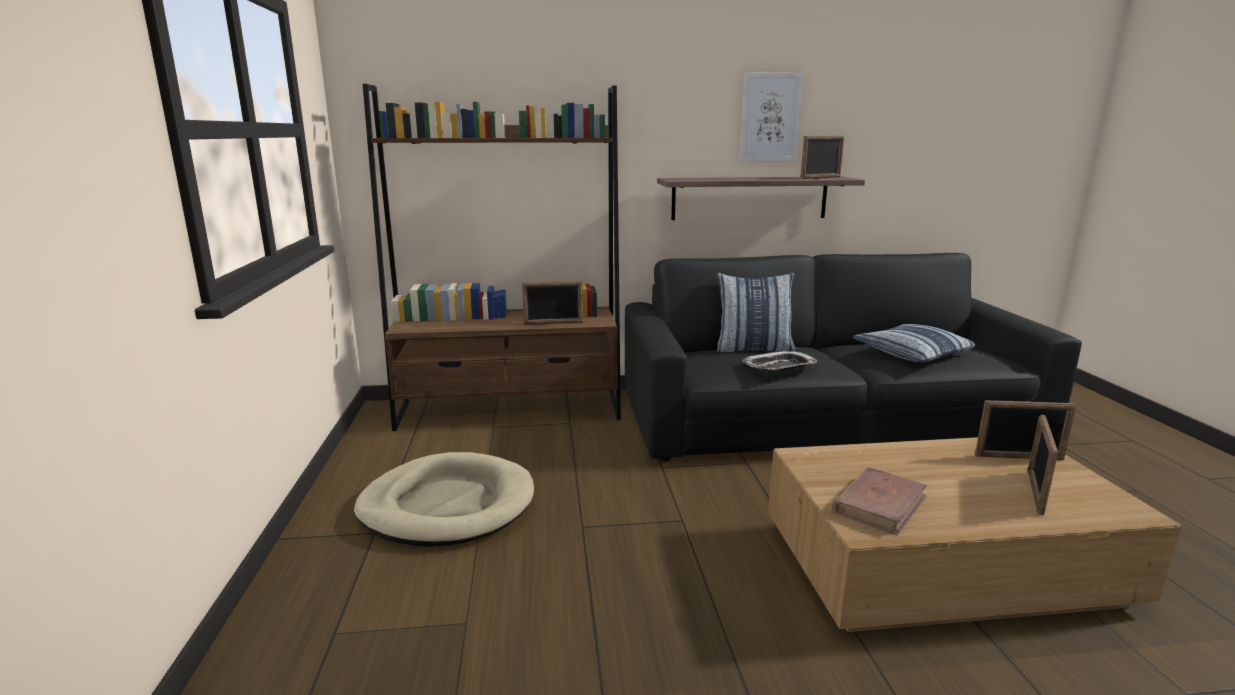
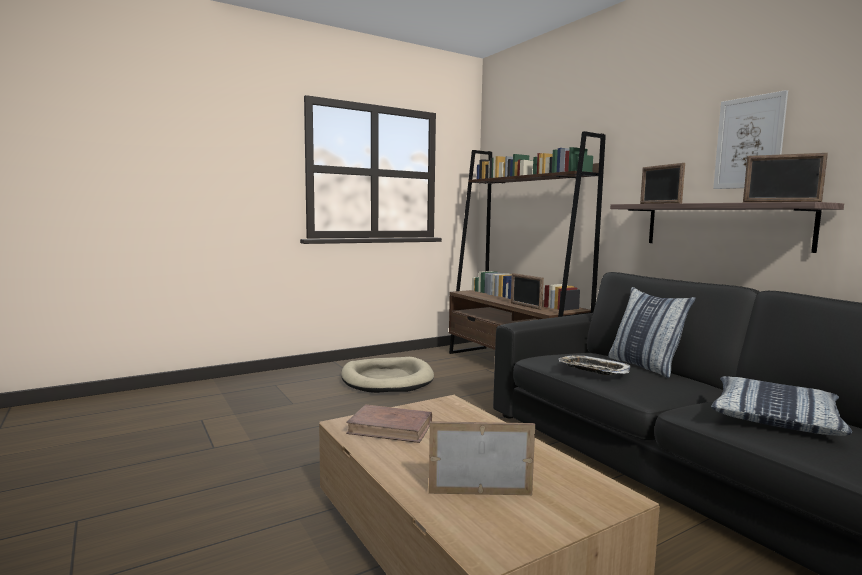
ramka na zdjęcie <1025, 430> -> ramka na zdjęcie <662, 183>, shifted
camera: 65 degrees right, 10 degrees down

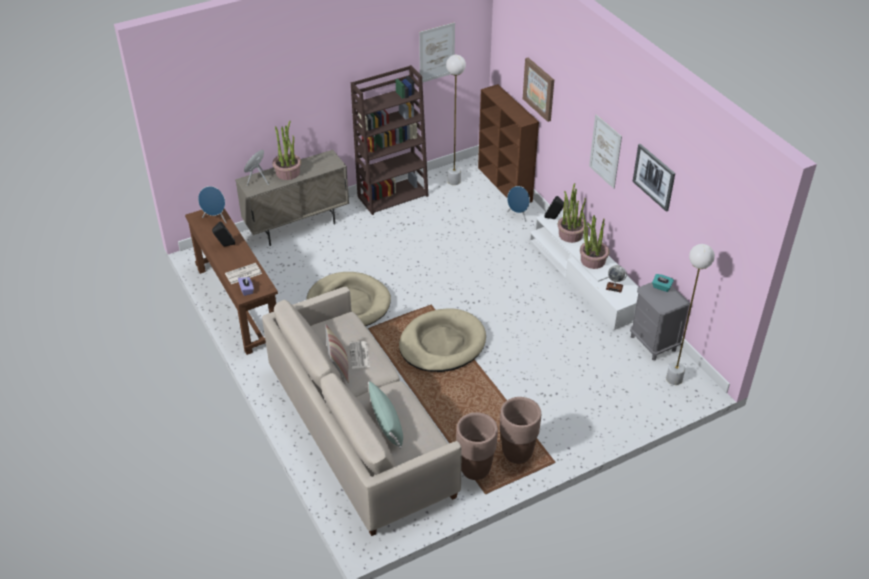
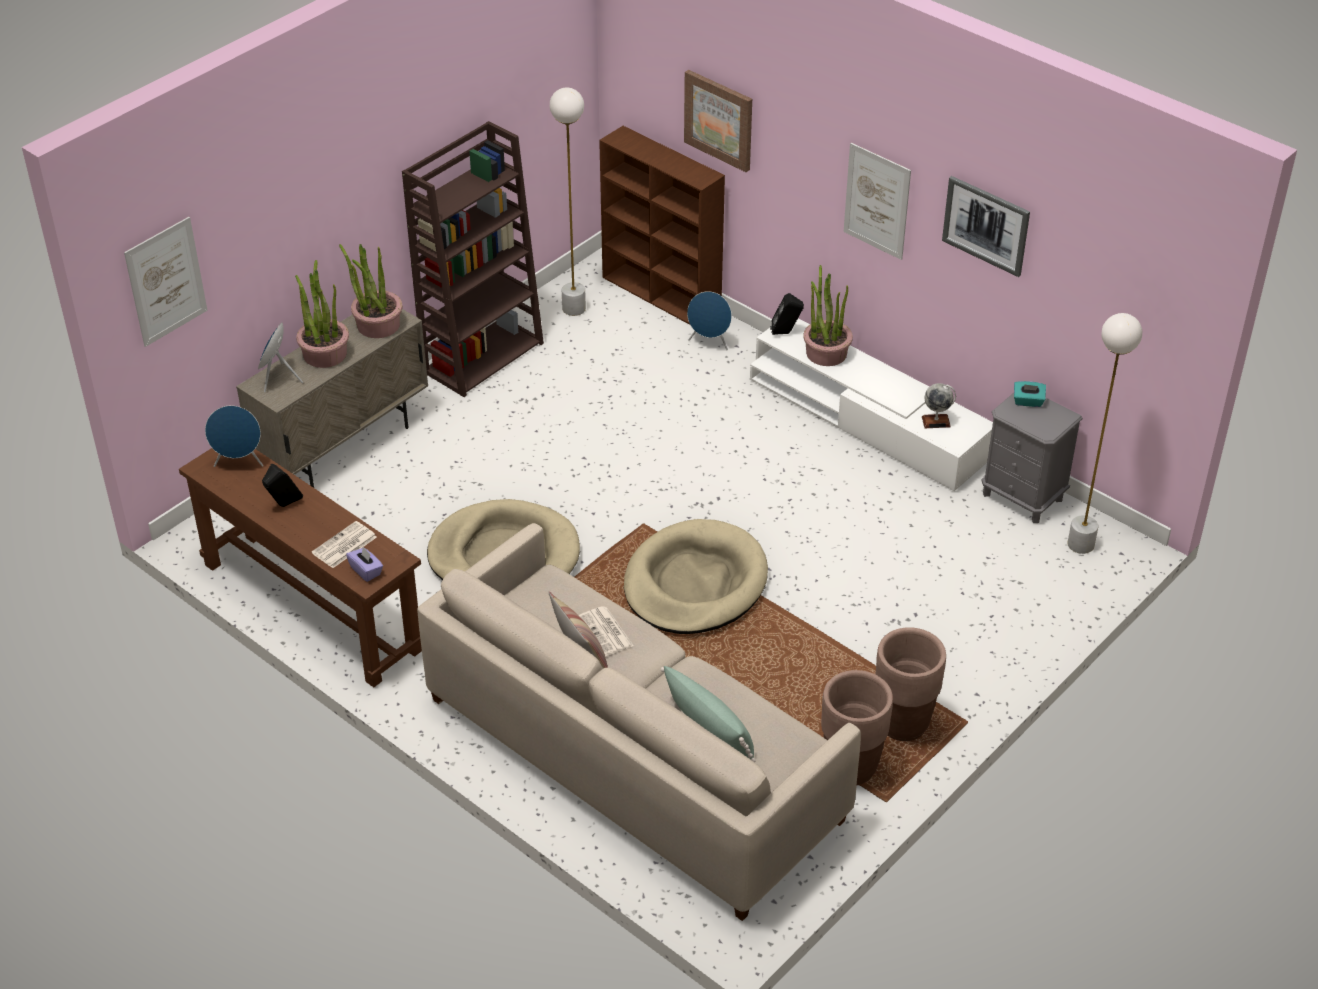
obraz <437, 52> -> obraz <165, 282>, shifted
roślina doniczkowa <595, 240> -> roślina doniczkowa <371, 291>, shifted
camera: 20 degrees left, 0 degrees up

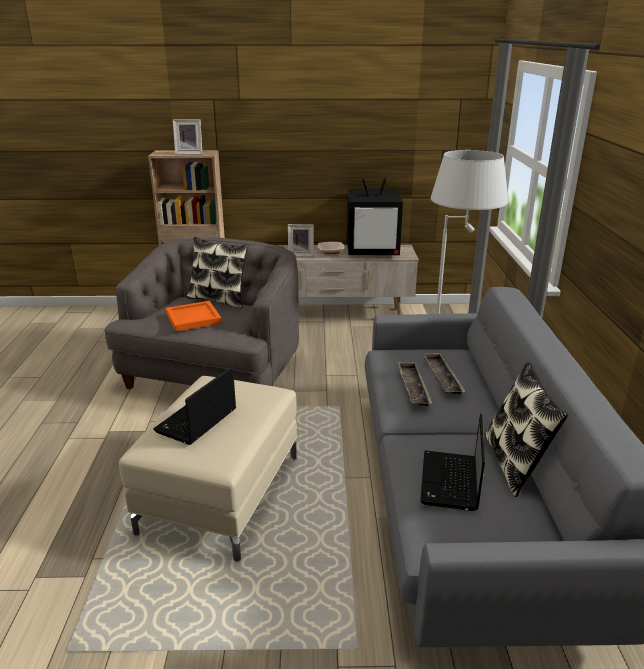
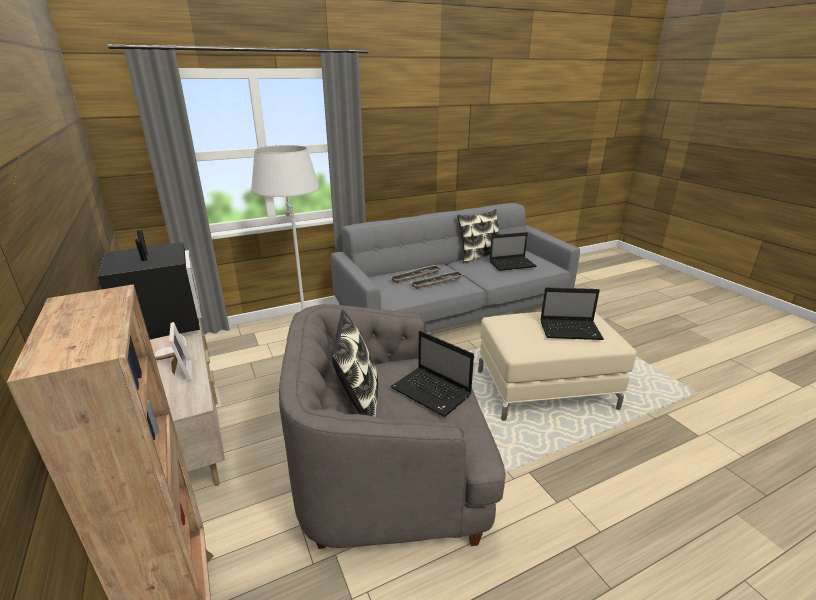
taca (pomarańczowy) <194, 316> -> laptop <432, 374>
ramka na zdjęcie <188, 137> -> none
camera: 115 degrees left, 0 degrees up

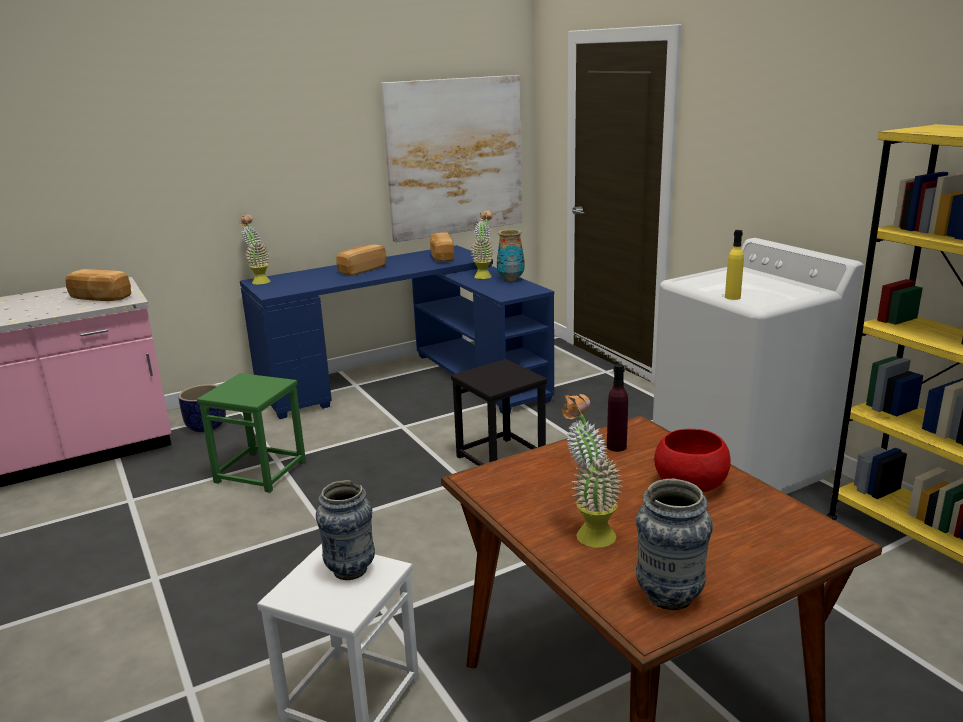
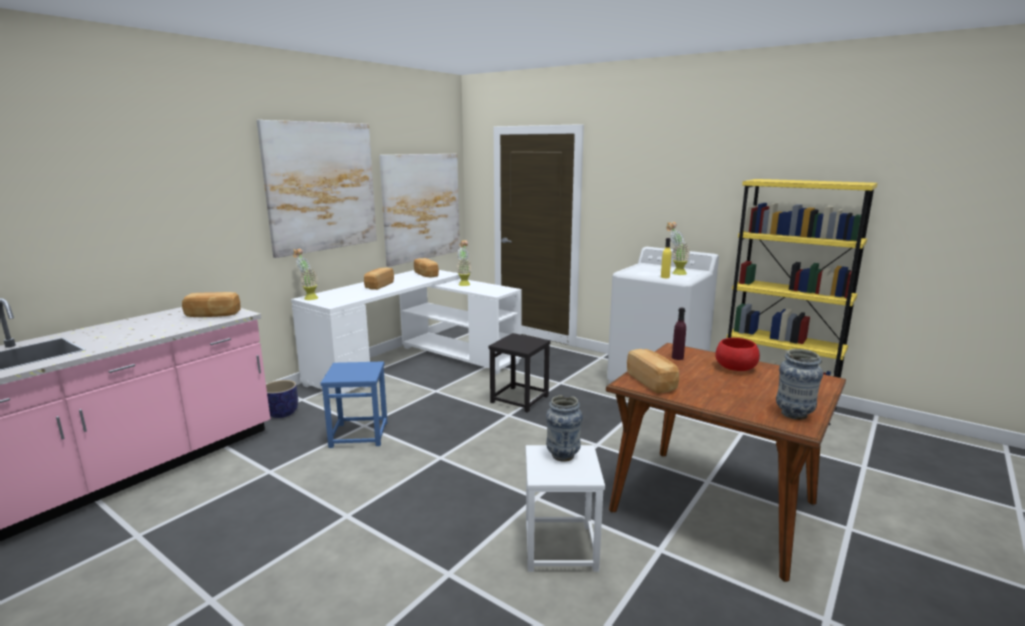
stołek (zielony) <251, 433> -> stołek (niebieski) <354, 404>
biurko (niebieski) <397, 332> -> biurko (biały) <406, 334>
wazon <510, 255> -> none
roślina doniczkowa <592, 471> -> roślina doniczkowa <678, 248>, shifted
none -> obraz <317, 189>
none -> chleb <653, 371>
camera: 25 degrees left, 5 degrees down

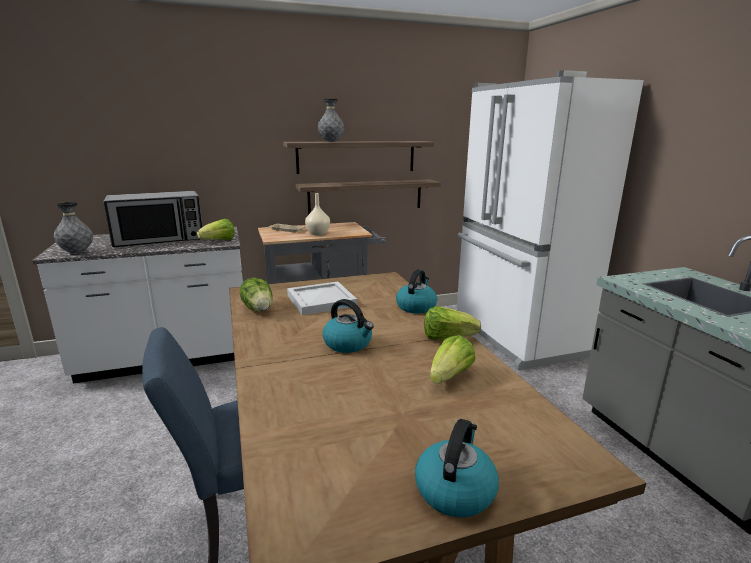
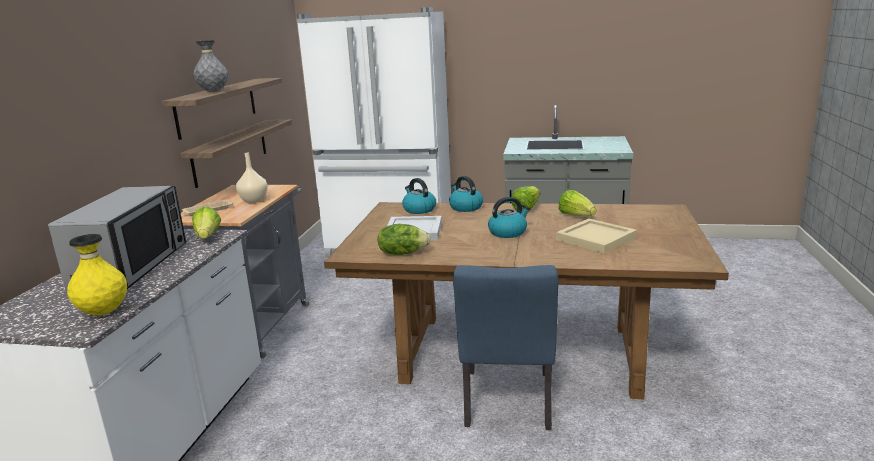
wazon (szary) <73, 227> -> wazon (żółty) <97, 274>
czajnik <457, 468> -> czajnik <419, 196>, shifted
none -> taca (beżowy) <596, 236>
camera: 60 degrees left, 0 degrees up

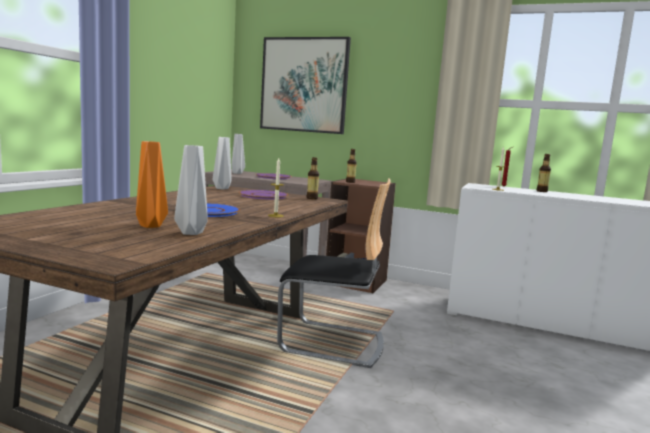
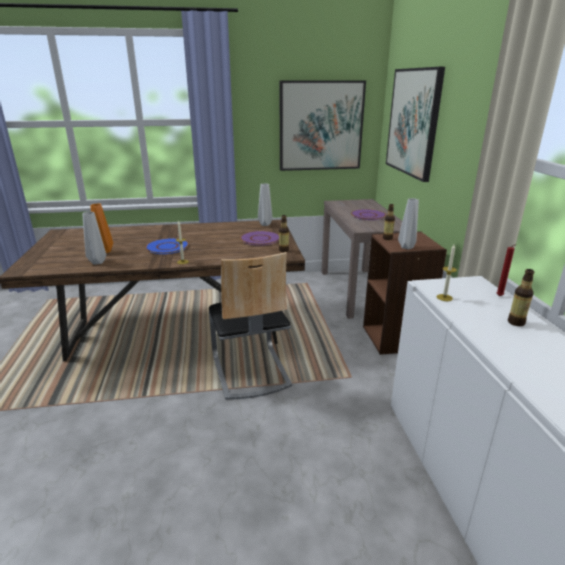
wazon (szary) <238, 154> -> wazon (szary) <408, 223>, shifted
none -> obraz <323, 125>
camera: 60 degrees right, 15 degrees up

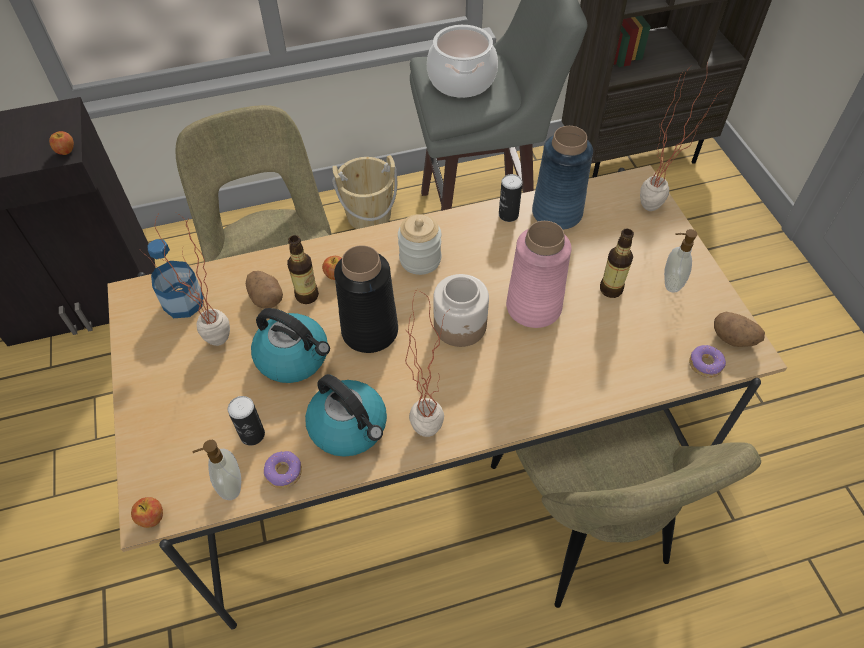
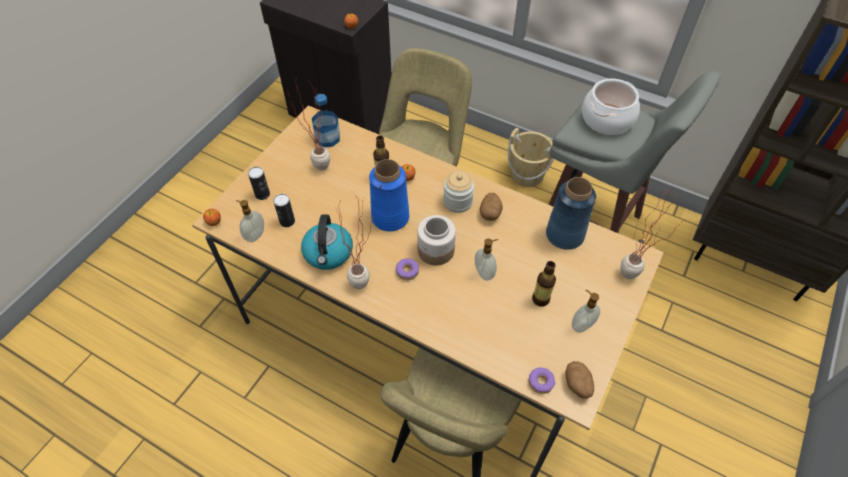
ziemniak <264, 290> -> ziemniak <491, 207>, shifted
czajnik <290, 345> -> none
donut <283, 469> -> donut <407, 269>, shifted
wazon (czarny) <366, 299> -> wazon (niebieski) <389, 195>
puszka <511, 198> -> puszka <259, 183>, shifted
wazon (różowy) <539, 274> -> dozownik mydła <486, 259>
camera: 45 degrees right, 0 degrees up

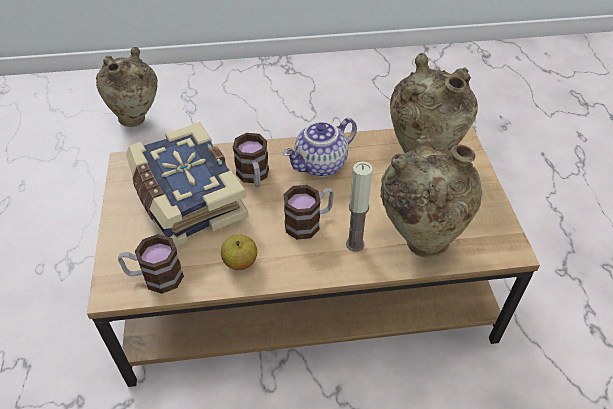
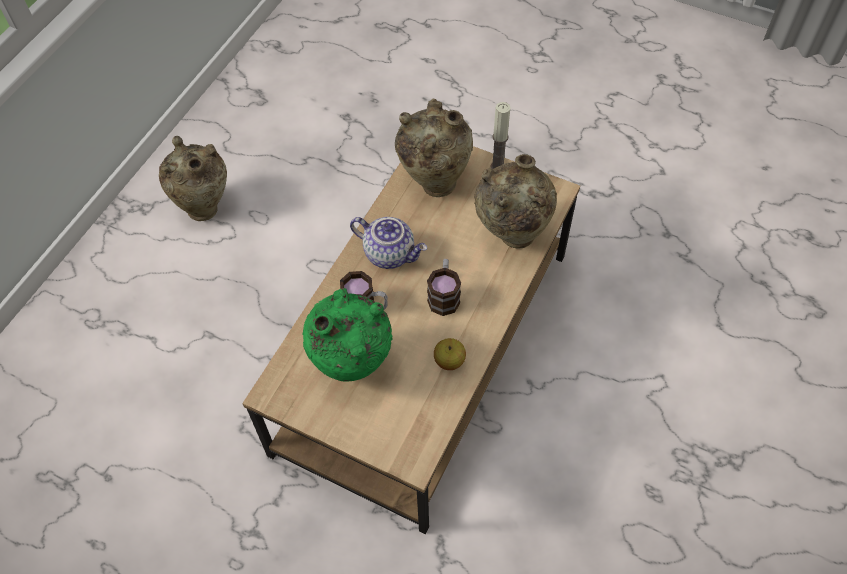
wazon (beżowy) <127, 87> -> wazon (beżowy) <193, 178>, shifted
kubek <151, 264> -> none
książka <187, 184> -> wazon (zielony) <347, 334>
imbryk <320, 147> -> imbryk <388, 243>, 60 degrees counterclockwise
świeca <359, 206> -> świeca <500, 135>, shifted
camera: 55 degrees left, 10 degrees up

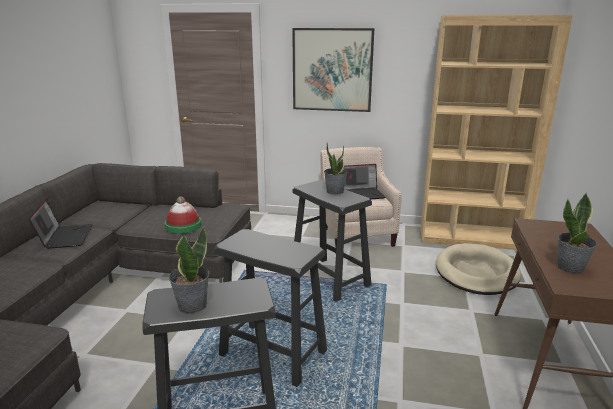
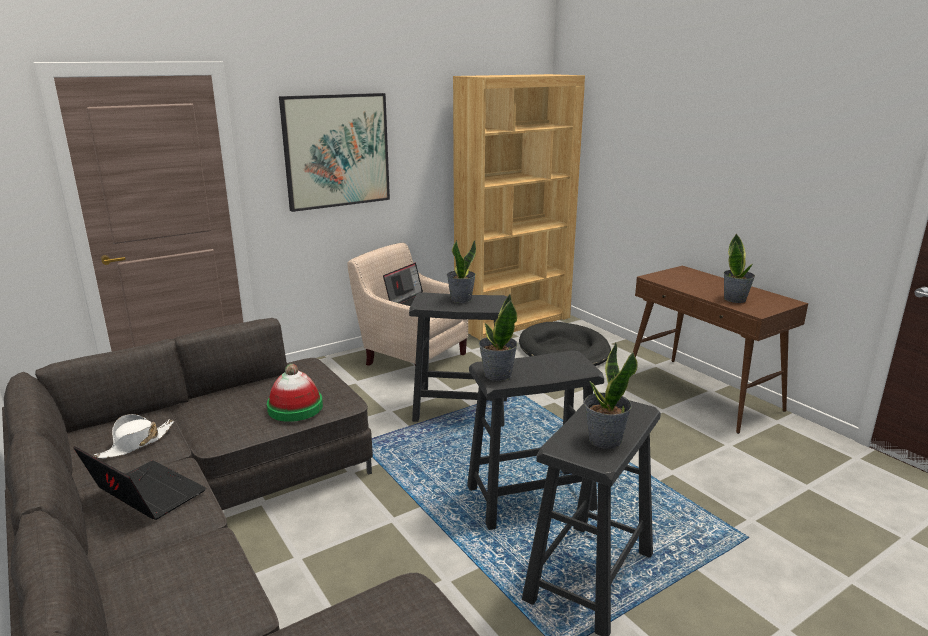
legowisko (beżowy) <478, 269> -> legowisko (czarny) <565, 344>
none -> kapelusz (biały) <133, 436>
none -> roślina doniczkowa <498, 337>
camera: 45 degrees left, 0 degrees up

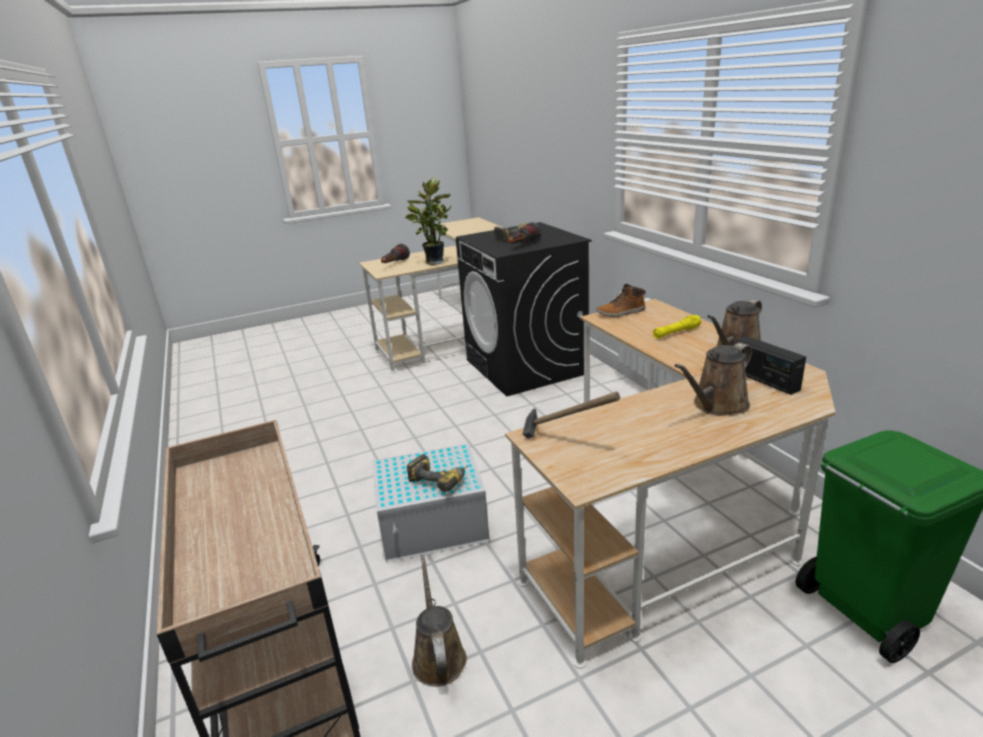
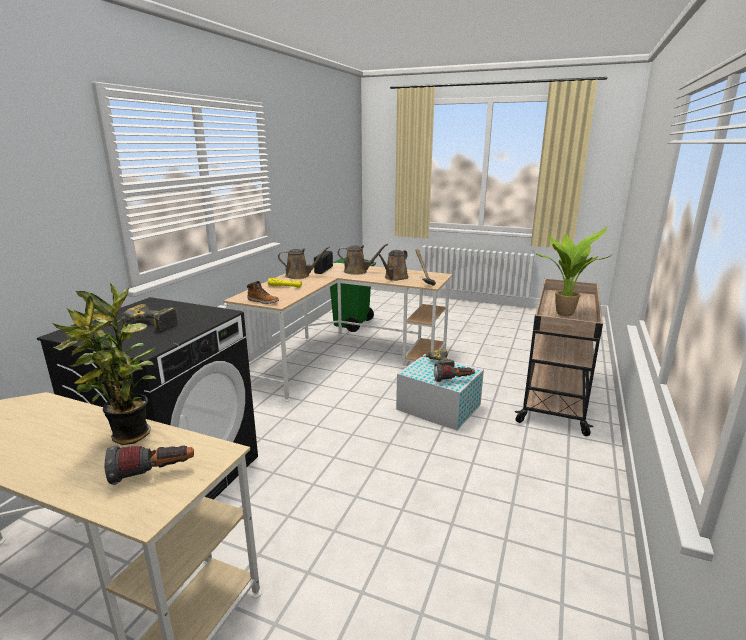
konewka (brązowy) <439, 620> -> konewka (brązowy) <393, 265>, shifted
latarka <524, 233> -> latarka <454, 373>, shifted
none -> roślina doniczkowa <573, 271>
camera: 135 degrees left, 5 degrees down

